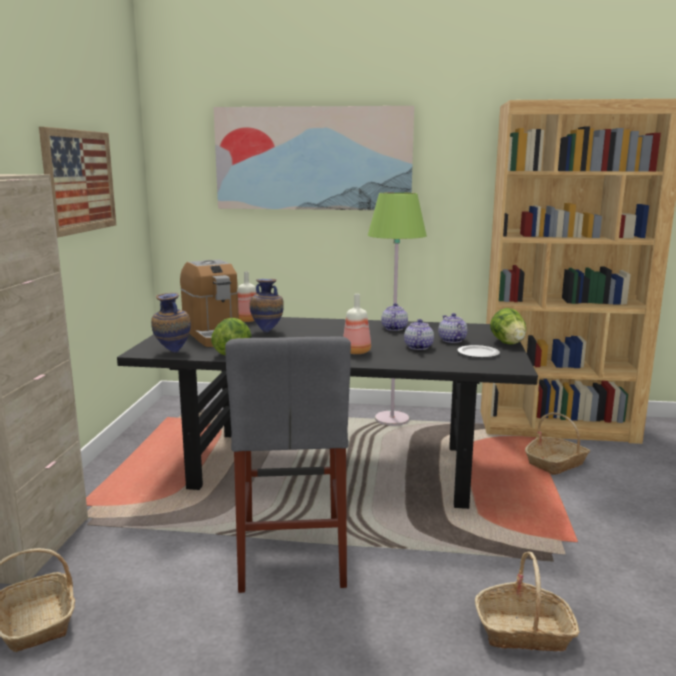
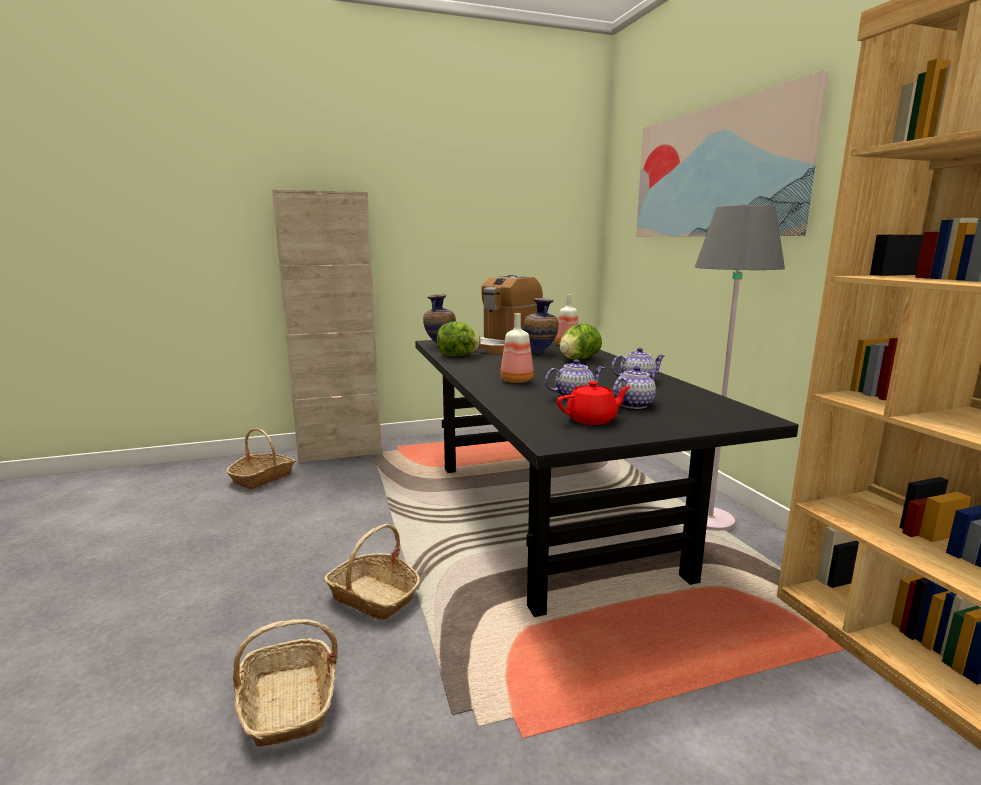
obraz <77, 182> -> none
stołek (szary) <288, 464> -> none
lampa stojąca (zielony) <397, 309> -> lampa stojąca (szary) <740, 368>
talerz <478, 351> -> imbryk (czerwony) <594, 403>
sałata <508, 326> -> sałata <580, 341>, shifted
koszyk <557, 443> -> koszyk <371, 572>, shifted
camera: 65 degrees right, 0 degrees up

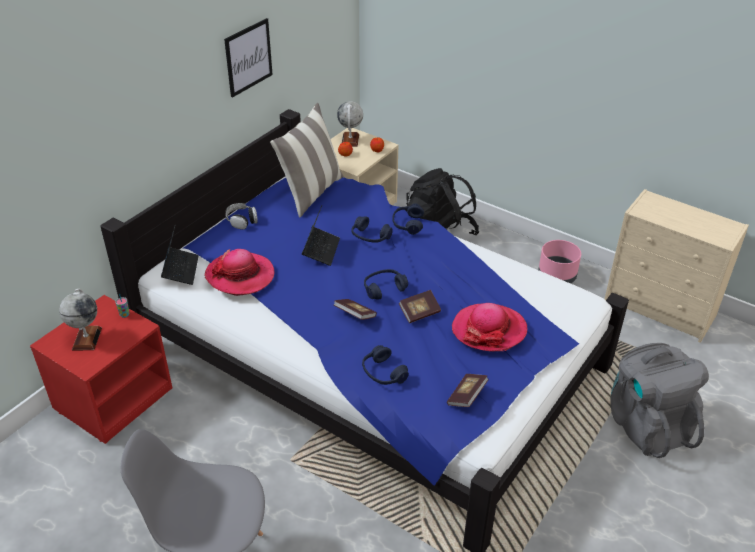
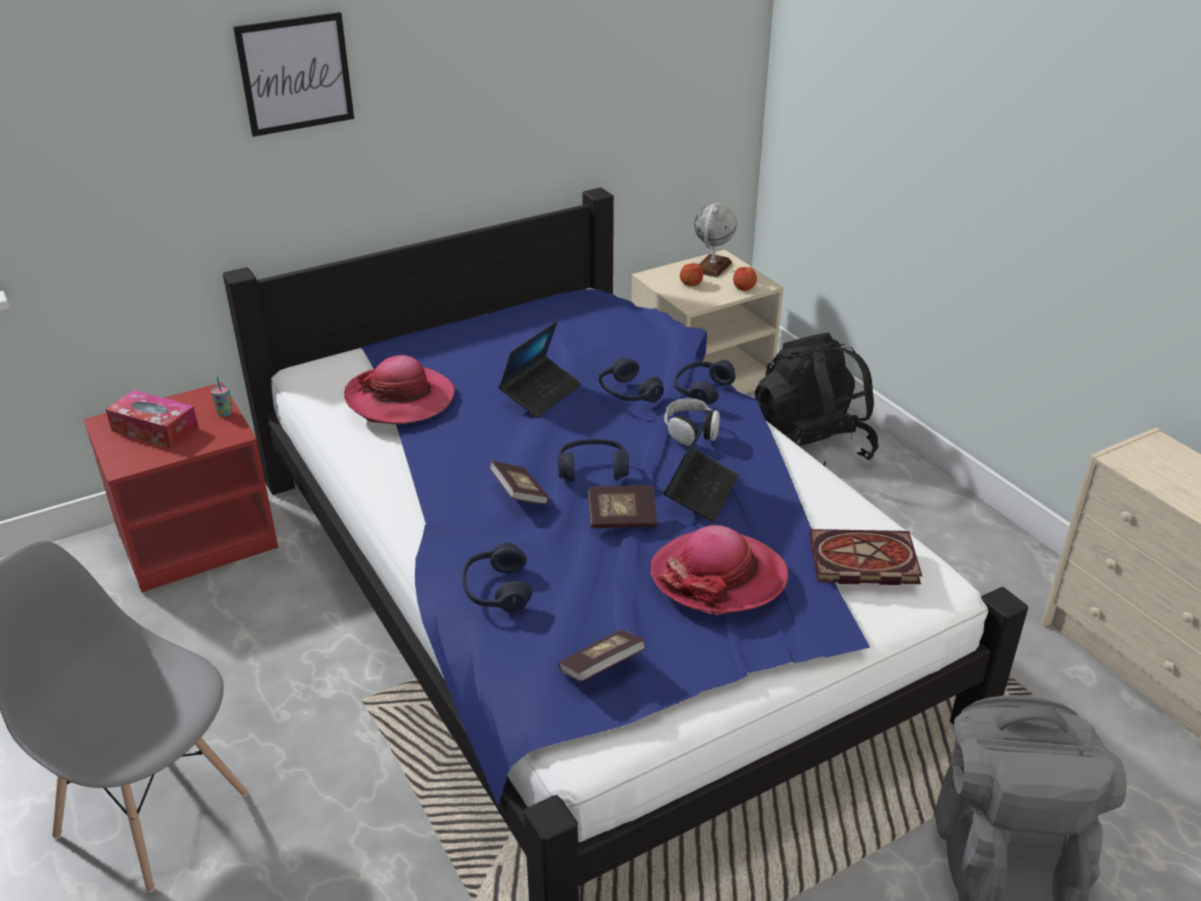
globus <80, 319> -> pudełko chusteczek <152, 419>
laptop <180, 255> -> laptop <701, 465>, shifted
obraz <248, 58> -> obraz <293, 74>, shifted
słuchawki <241, 216> -> słuchawki <692, 422>, shifted
poduszka <306, 160> -> none
donica (różowy) <559, 261> -> none
none -> książka <865, 557>
camera: 25 degrees right, 5 degrees down

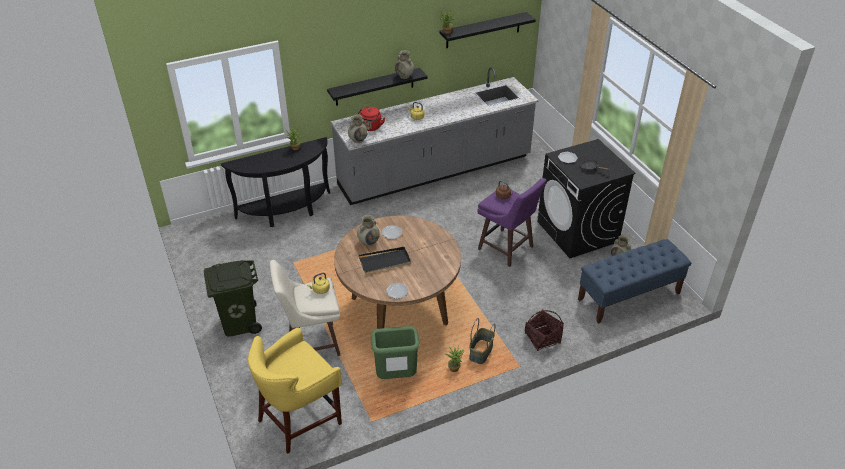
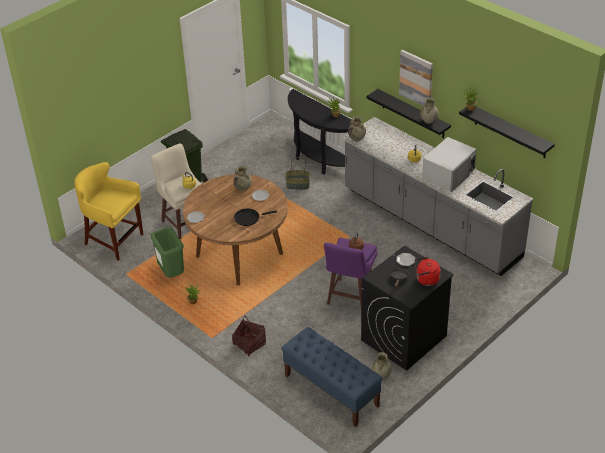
czajnik (czerwony) <371, 119> -> czajnik (czerwony) <428, 271>, shifted
taca (czarny) <385, 260> -> none
koszyk <482, 341> -> koszyk <297, 173>, shifted
none -> patelnia (czarny) <255, 217>
none -> obraz <416, 78>
none -> mikrofalówka (biały) <449, 164>
camera: 70 degrees right, 0 degrees up

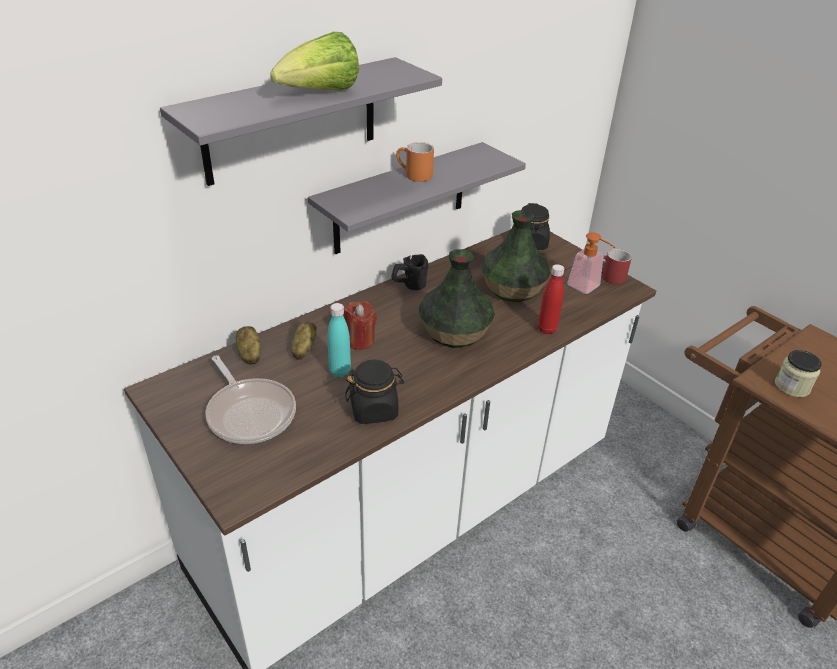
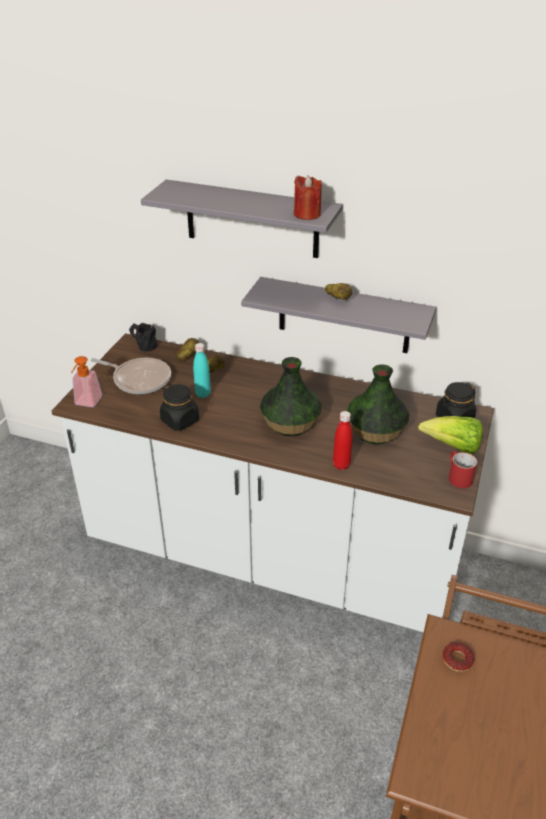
patelnia <250, 399> -> patelnia <131, 376>, 90 degrees counterclockwise
sałata <314, 61> -> sałata <450, 435>, shifted
świeca (czerwony) <360, 325> -> świeca (czerwony) <308, 197>, shifted
kubek (czarny) <410, 272> -> kubek (czarny) <143, 337>, shifted
kubek (pomarańczowy) <415, 162> -> ziemniak <338, 291>
dozownik mydła <591, 263> -> dozownik mydła <86, 381>, shifted
słoik <798, 373> -> donut <458, 657>
camera: 60 degrees right, 0 degrees up

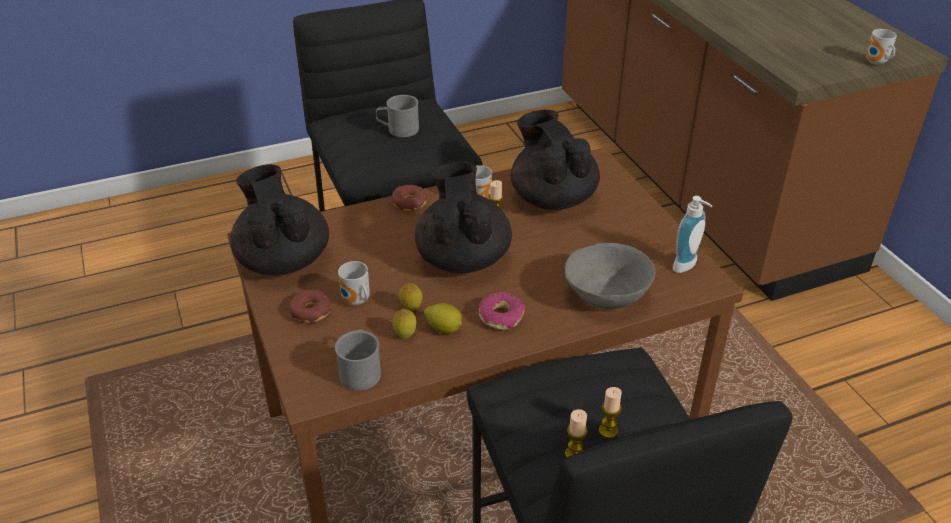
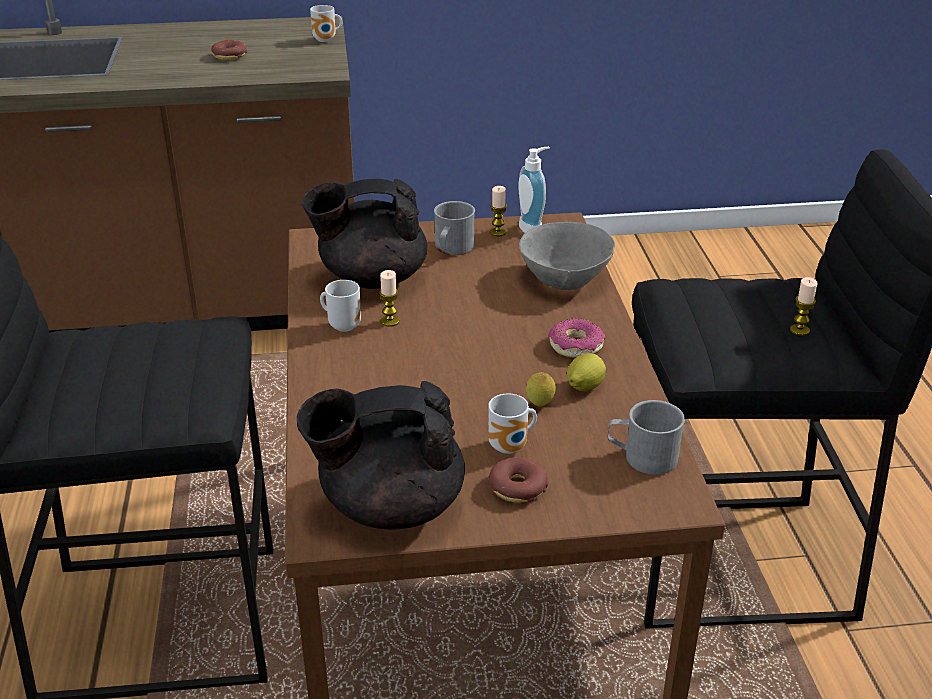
kubek (szary) <397, 116> -> kubek (szary) <454, 228>, shifted
donut <409, 198> -> donut <229, 50>, shifted
cytryna <405, 324> -> none
imbryk (czarny) <463, 217> -> none
świeca <610, 412> -> świeca <498, 211>, shifted
camera: 75 degrees left, 5 degrees down

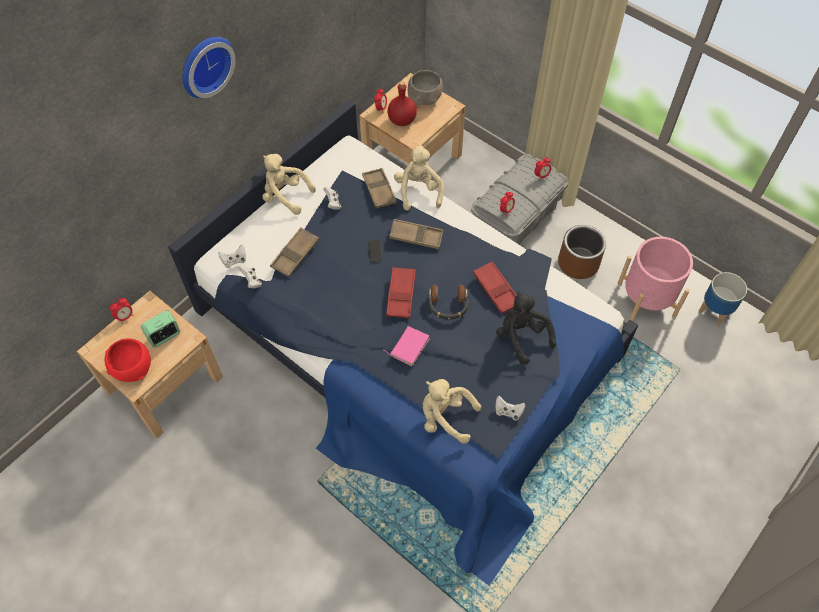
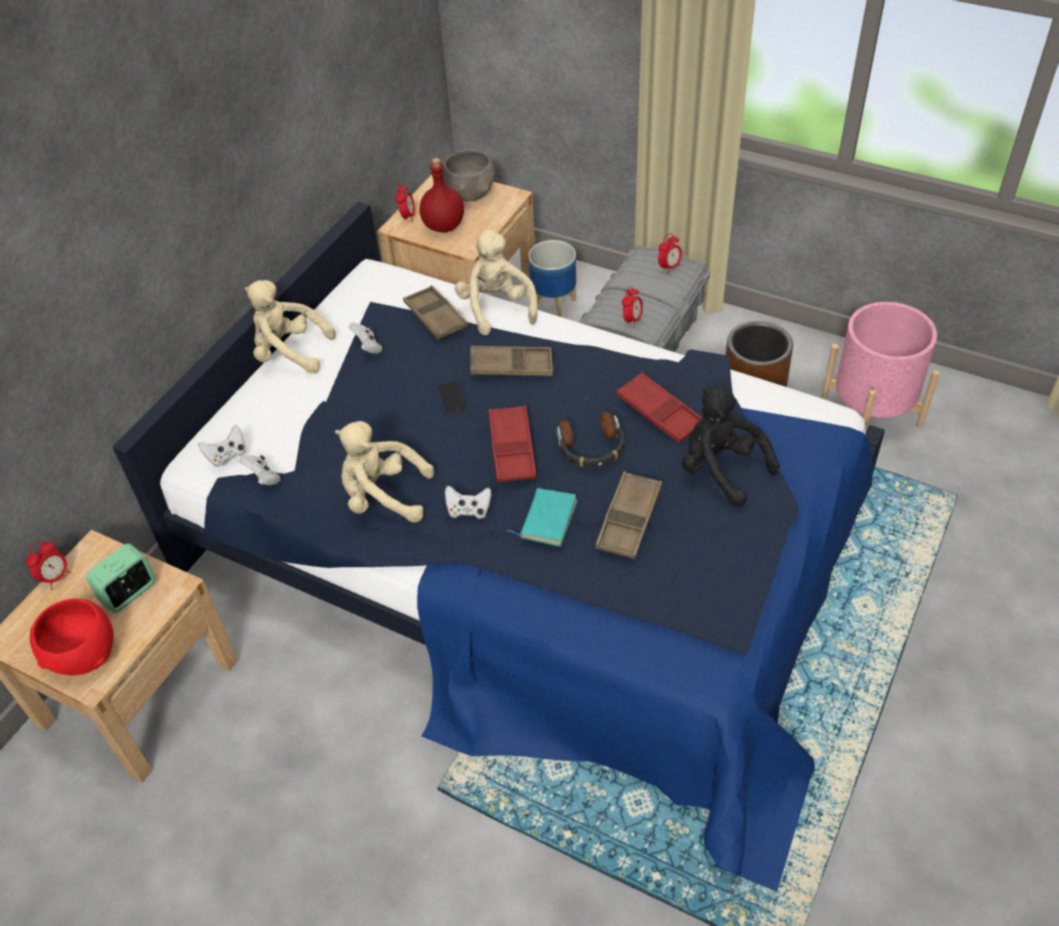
zegar ścienny <209, 67> -> none
taca (brązowy) <294, 252> -> taca (brązowy) <628, 515>, shifted
książka (różowy) <407, 346> -> książka (turkusowy) <542, 517>
pluszak (beżowy) <452, 411> -> pluszak (beżowy) <384, 472>, shifted
pad do gier (biały) <510, 408> -> pad do gier (biały) <468, 502>, shifted
donica <723, 299> -> donica <552, 278>, shifted
camera: 10 degrees left, 10 degrees down

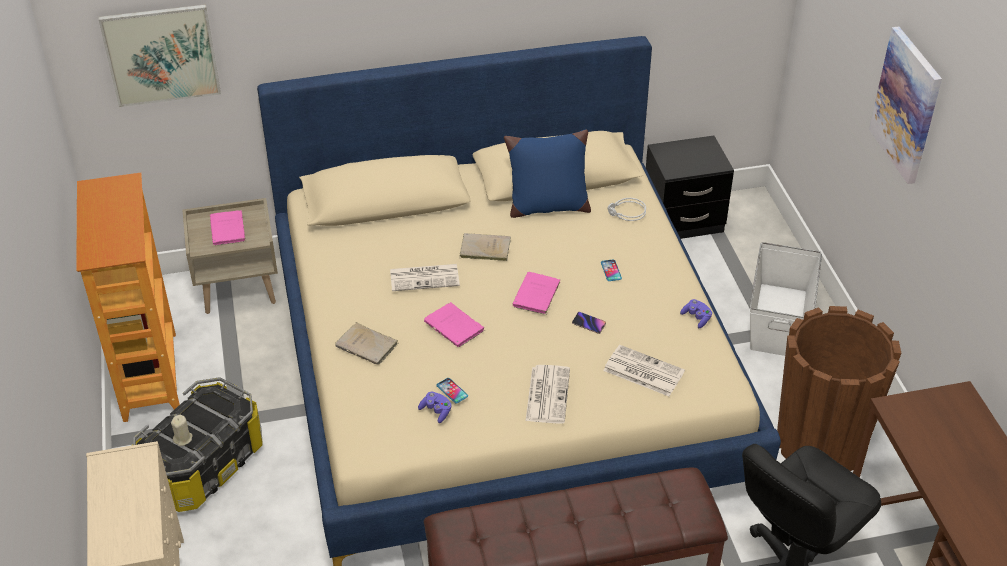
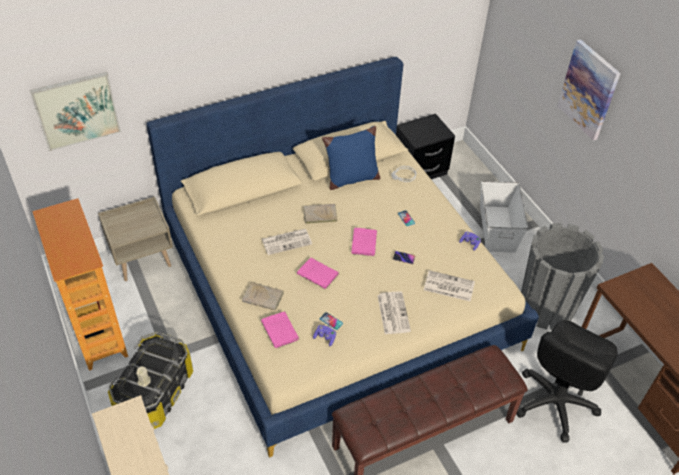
książka (różowy) <227, 228> -> książka (różowy) <280, 329>, shifted
donica (brązowy) <839, 388> -> donica (szary) <562, 276>
camera: 15 degrees left, 5 degrees up

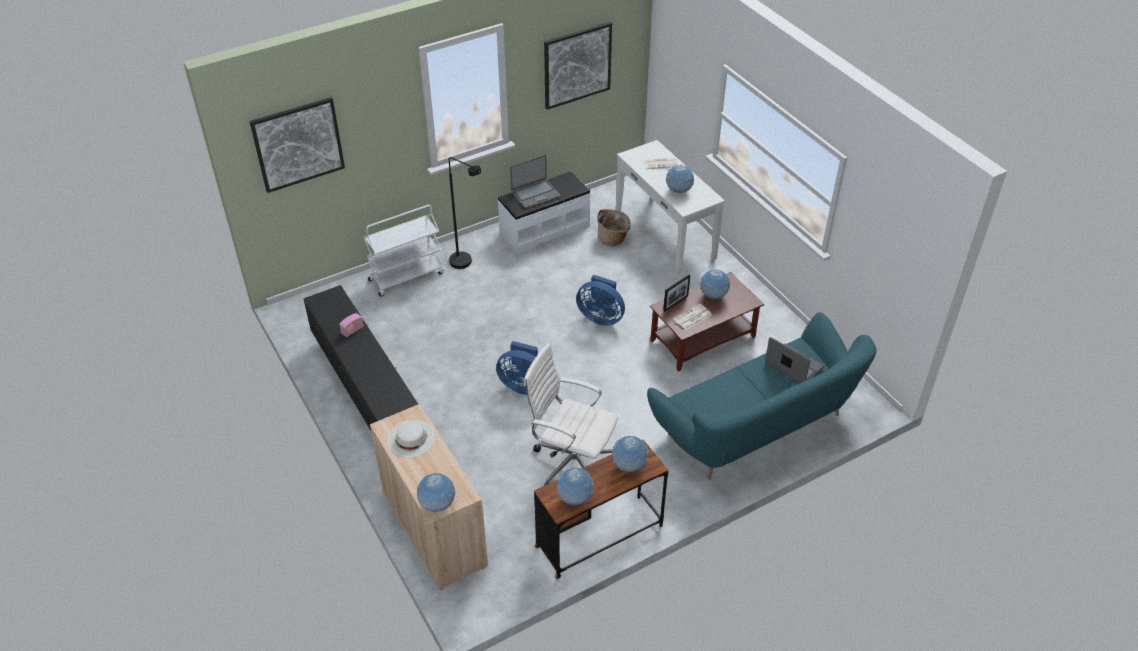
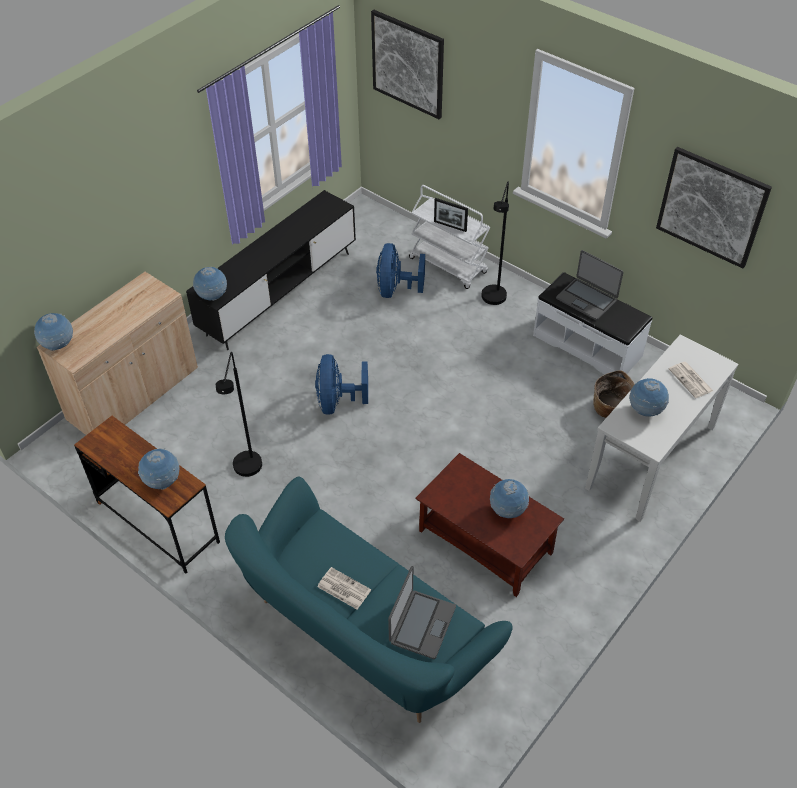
radio <351, 325> -> none
kapelusz (biały) <411, 438> -> none
krzesło biurowe (biały) <571, 414> -> lampa stojąca (czarny) <239, 414>
globus <575, 486> -> globus <210, 284>, shifted
wentylator (niebieski) <600, 300> -> wentylator (niebieski) <400, 270>, shifted
ramka na zdjęcie <676, 293> -> ramka na zdjęcie <451, 215>, shifted
gazeta <692, 317> -> gazeta <344, 588>, shifted
camera: 70 degrees right, 5 degrees up

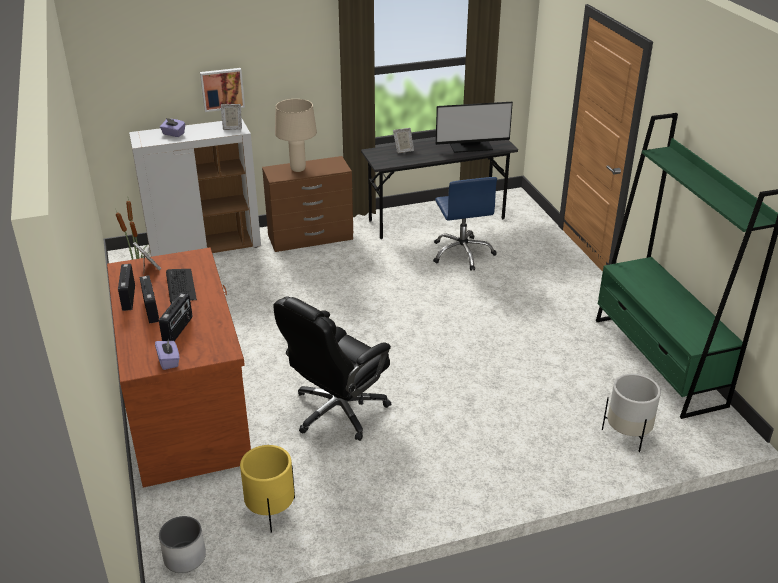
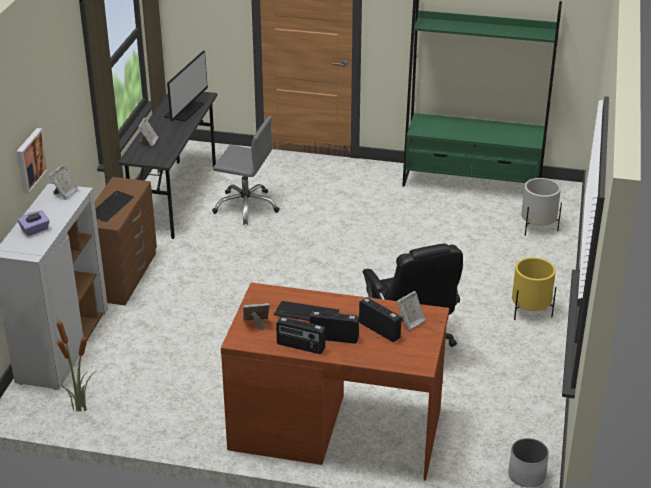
pudełko chusteczek (fioletowy) <167, 354> -> none
donica (żółty) <267, 488> -> donica (żółty) <534, 288>, shifted
lampa stołowa (beżowy) <296, 135> -> klawiatura <114, 206>
krzesło biurowe (niebieski) <465, 224> -> krzesło biurowe (szary) <246, 170>
none -> ramka na zdjęcie <410, 311>
camera: 60 degrees left, 0 degrees up

